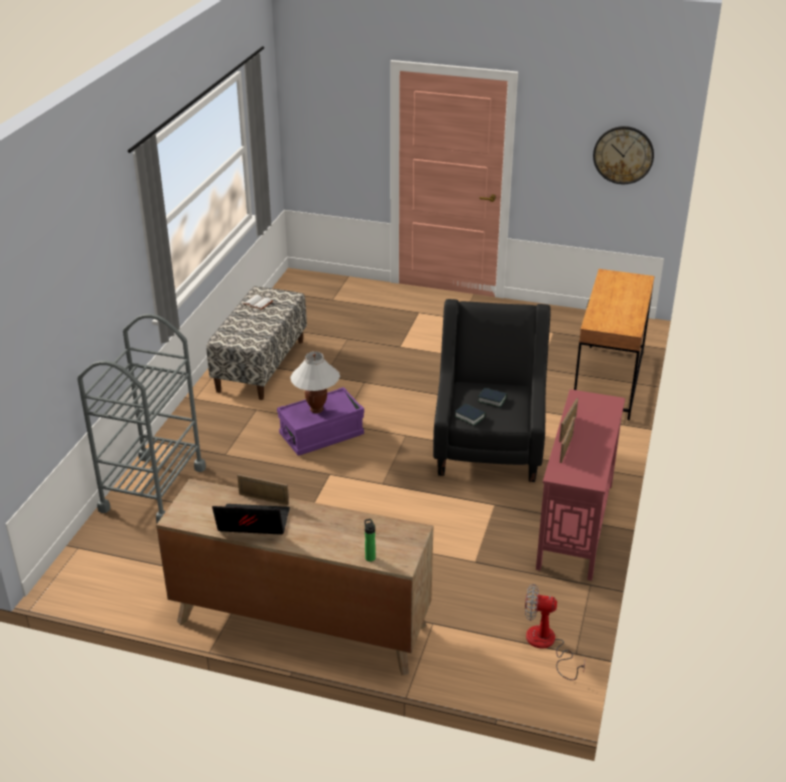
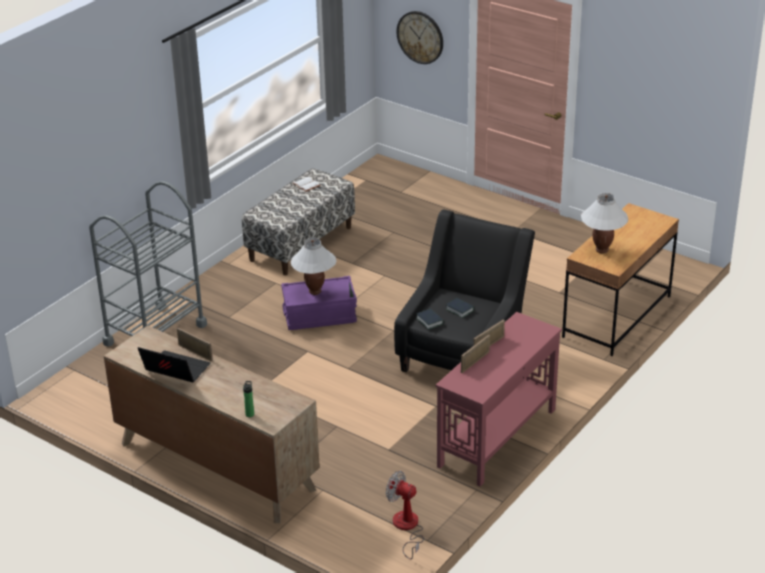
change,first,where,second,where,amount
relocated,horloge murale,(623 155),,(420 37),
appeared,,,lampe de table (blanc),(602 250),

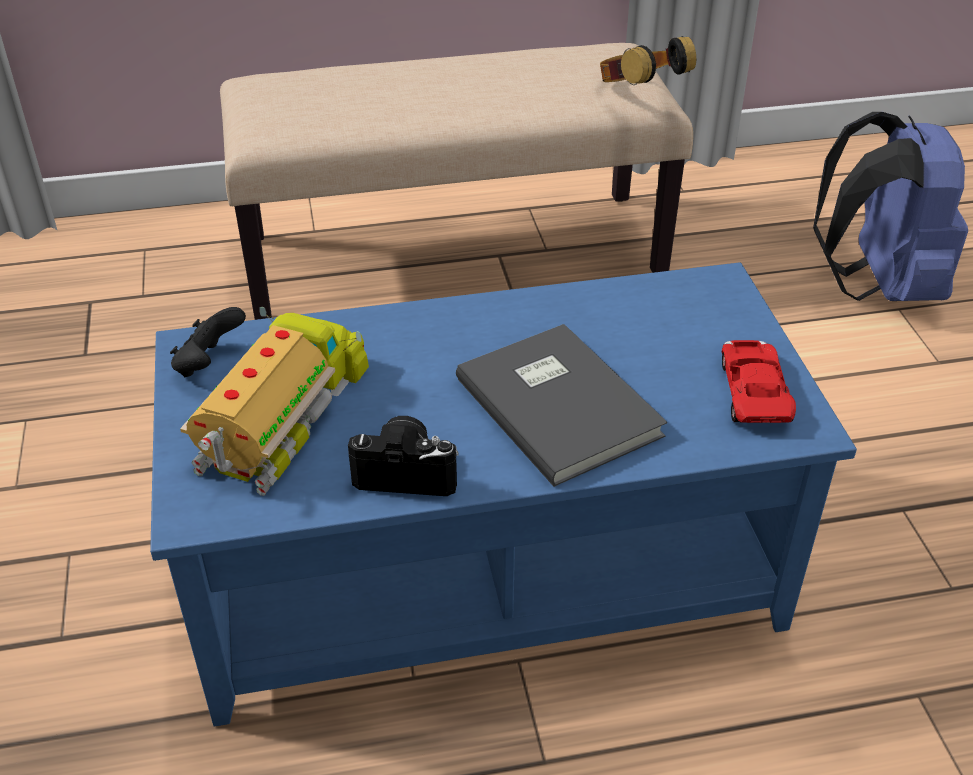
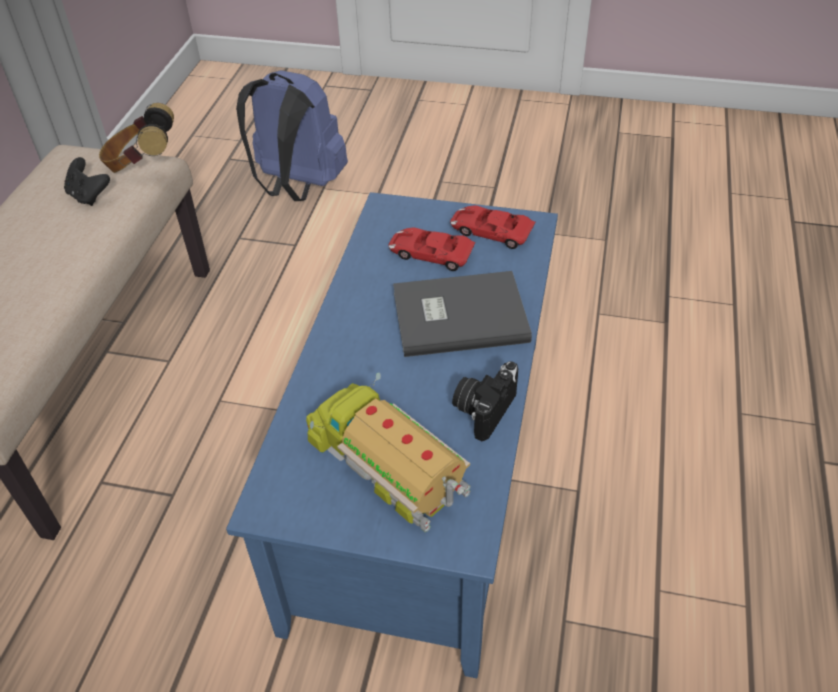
change,first,where,second,where,amount
relocated,manette (noir),(209 364),,(89 196),
appeared,,,petite voiture (rouge),(430 253),

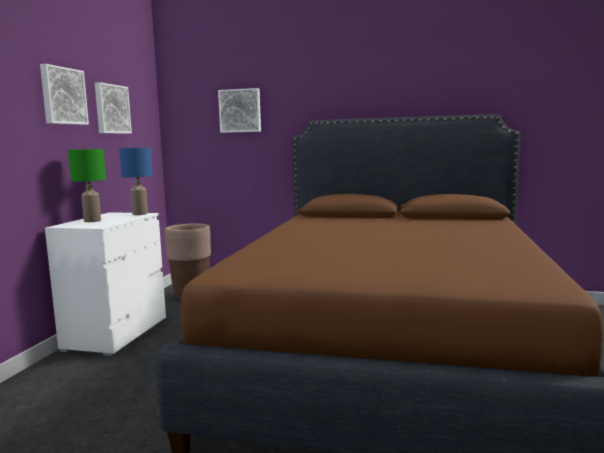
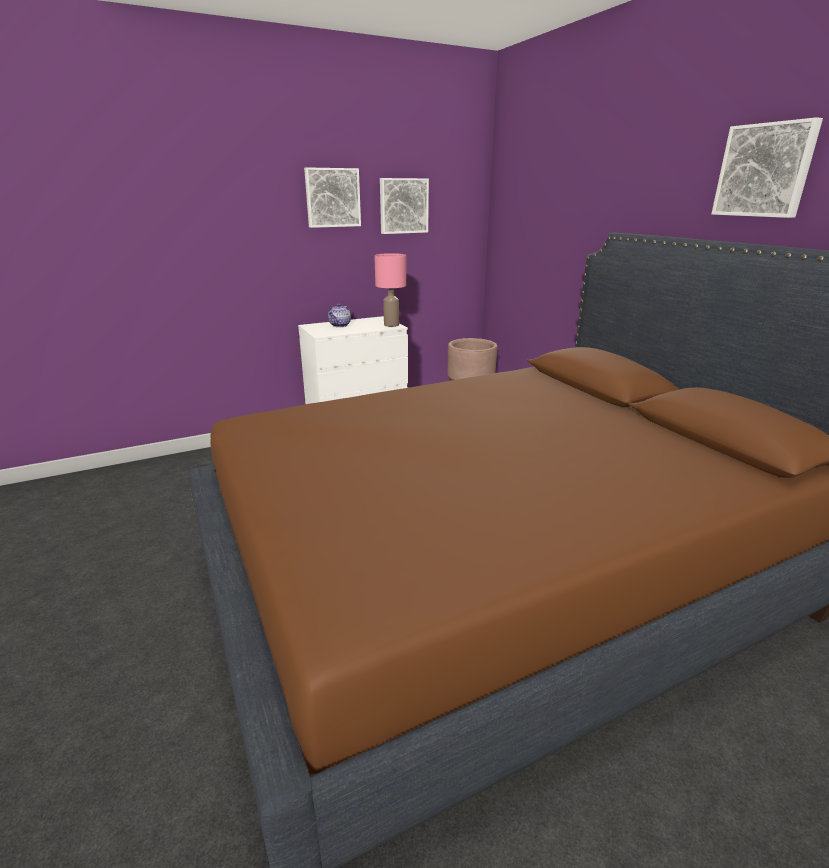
change,first,where,second,where,amount
exchanged,lampe de table (vert),(93 221),théière,(340 325),
colour,lampe de table (bleu),(140 214),lampe de table (rose),(391 325),
relocated,tableau,(240 110),,(765 170),

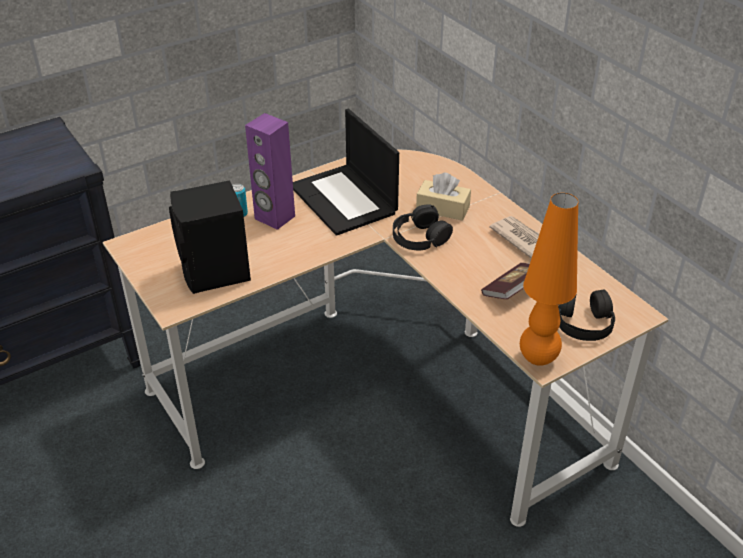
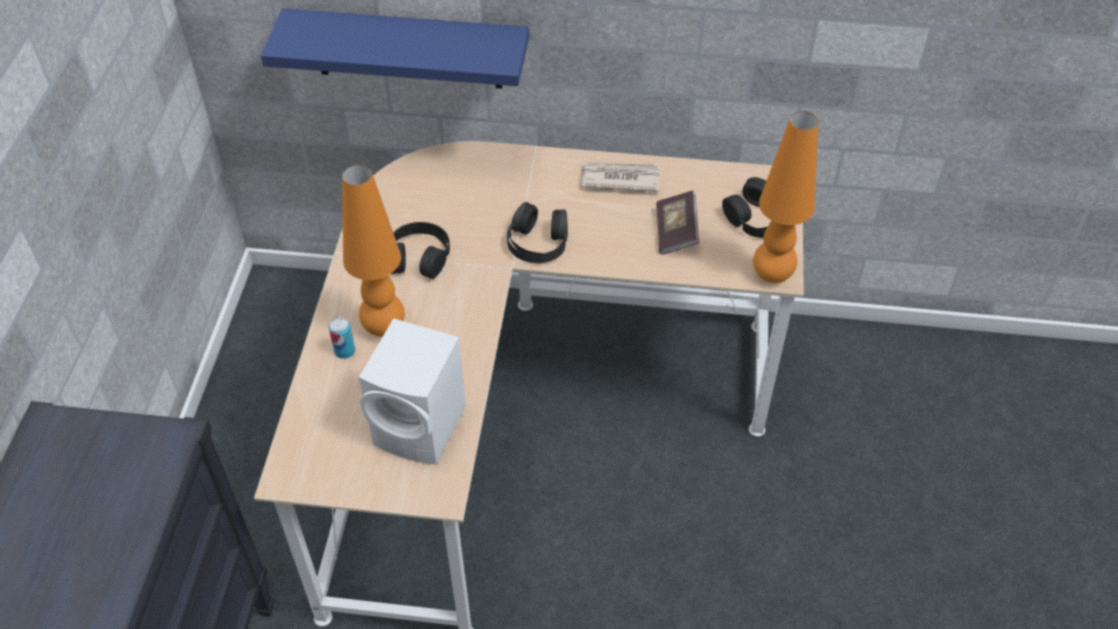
change,first,where,second,where,amount
appeared,,,étagère (bleu),(408 49),
exchanged,enceinte (violet),(274 218),lampe de table (orange),(384 328),
colour,enceinte (noir),(215 273),enceinte (blanc),(422 427),
exchanged,ordinateur portable,(345 200),casque audio (noir),(419 257),
missing,boîte à mouchoirs (beige),(442 208),,,

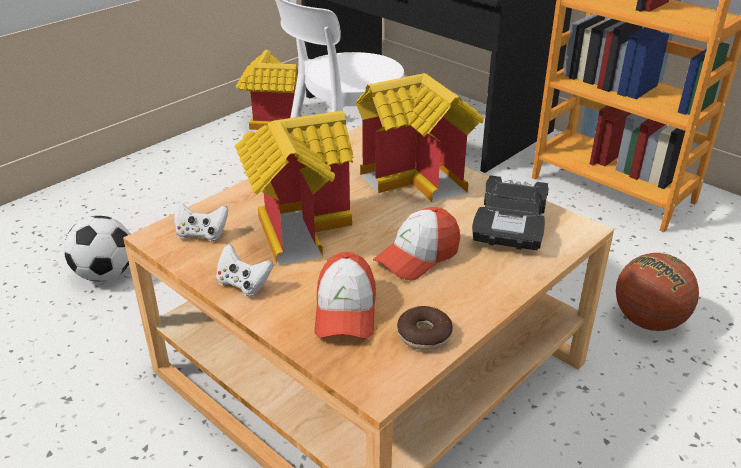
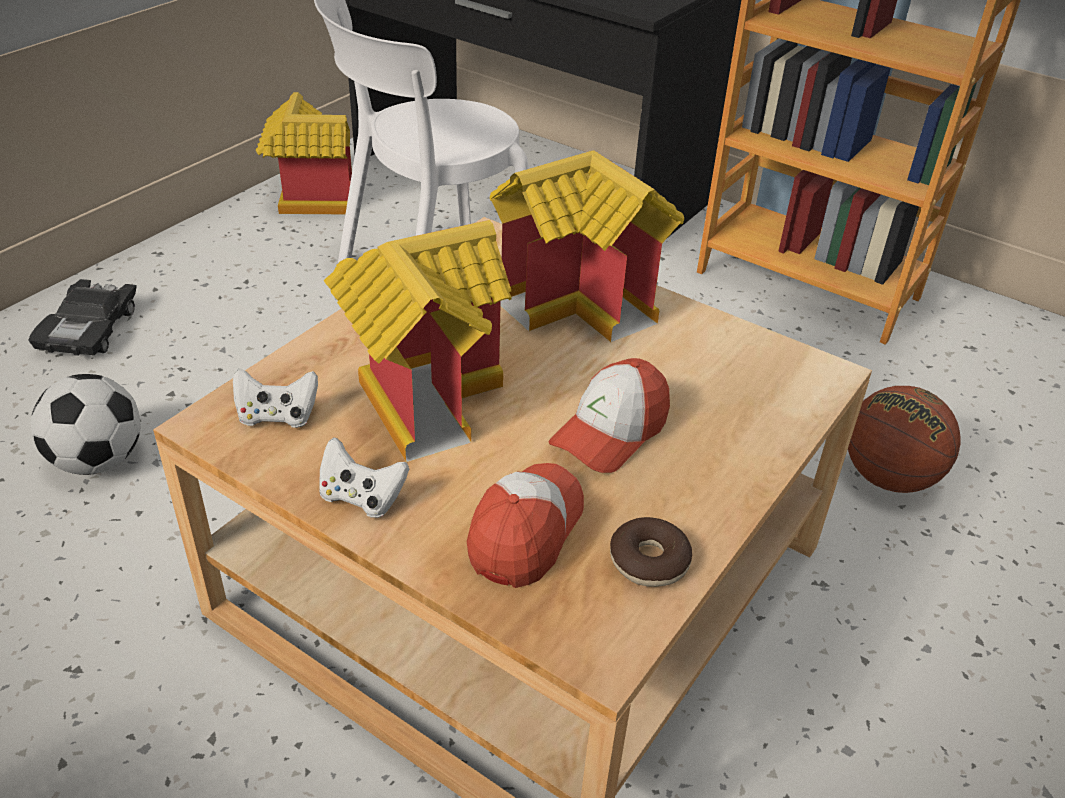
change,first,where,second,where,amount
relocated,petite voiture (noir),(510 225),,(90 329),
spun,casquette,(345 311),,(525 531),150 degrees counterclockwise

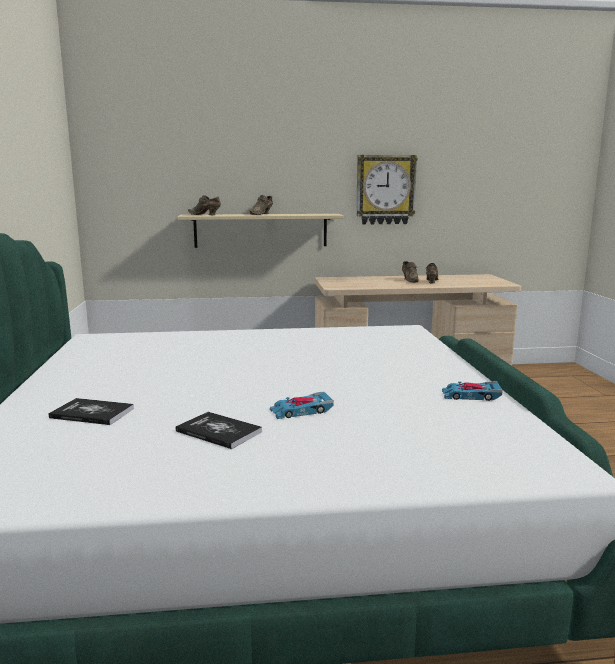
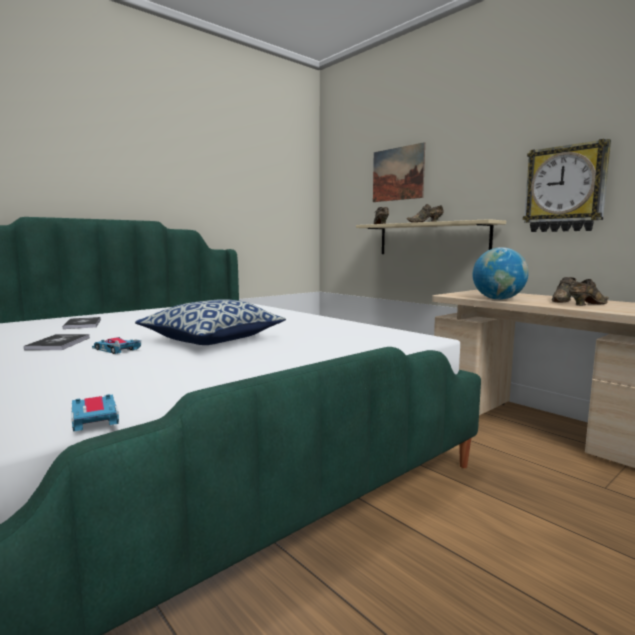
change,first,where,second,where,amount
relocated,petite voiture,(470 395),,(94 418),
appeared,,,coussin,(212 340),
appeared,,,tableau,(398 174),
appeared,,,globe,(498 299),

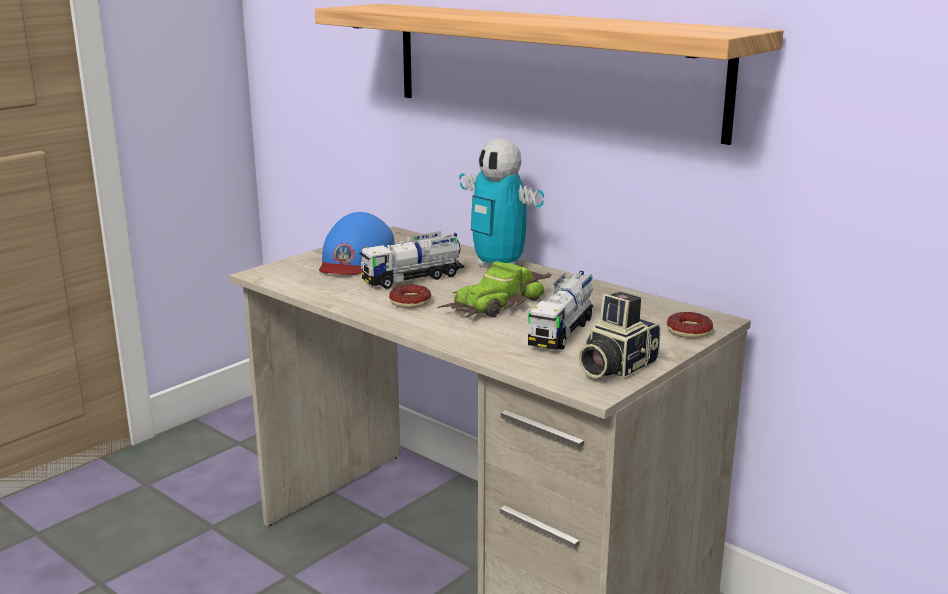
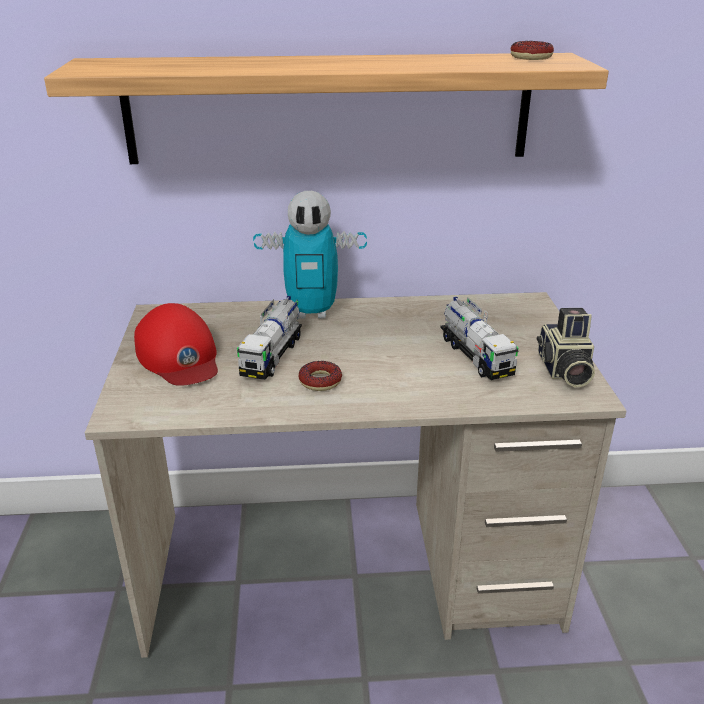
change,first,where,second,where,amount
colour,casquette (bleu),(355 259),casquette (rouge),(179 356),
relocated,beignet,(689 331),,(531 57),
missing,petite voiture,(496 304),,,

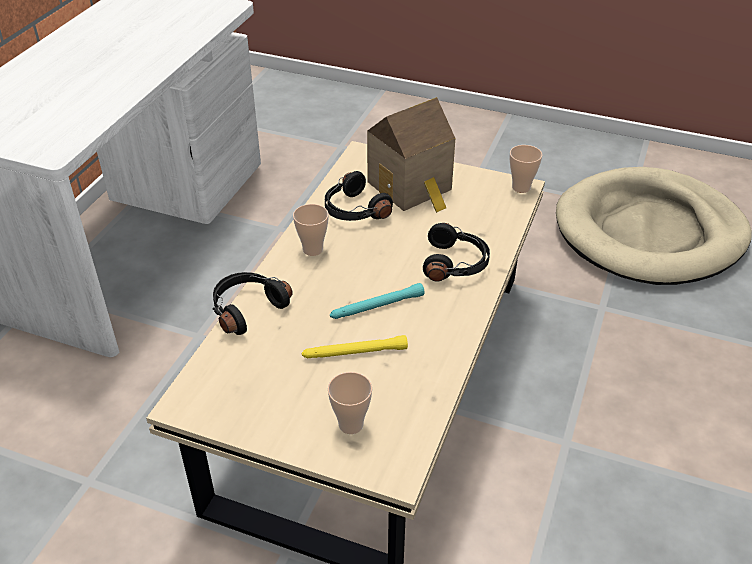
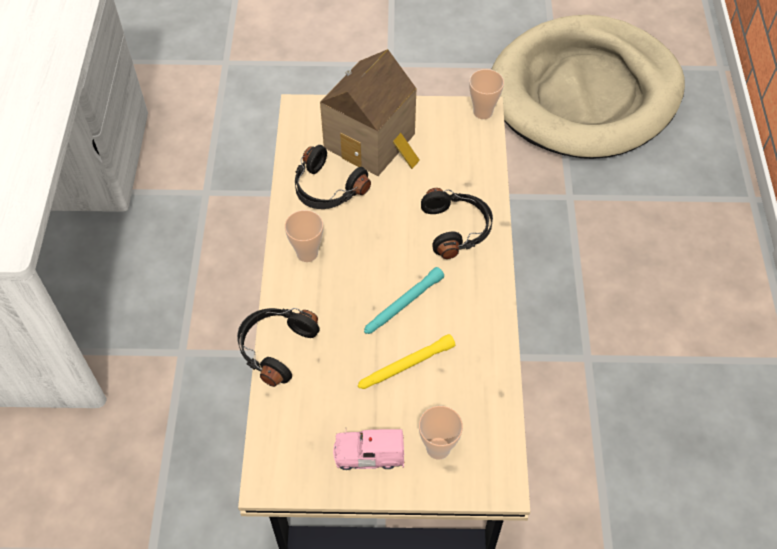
change,first,where,second,where,amount
appeared,,,petite voiture (rose),(368 454),

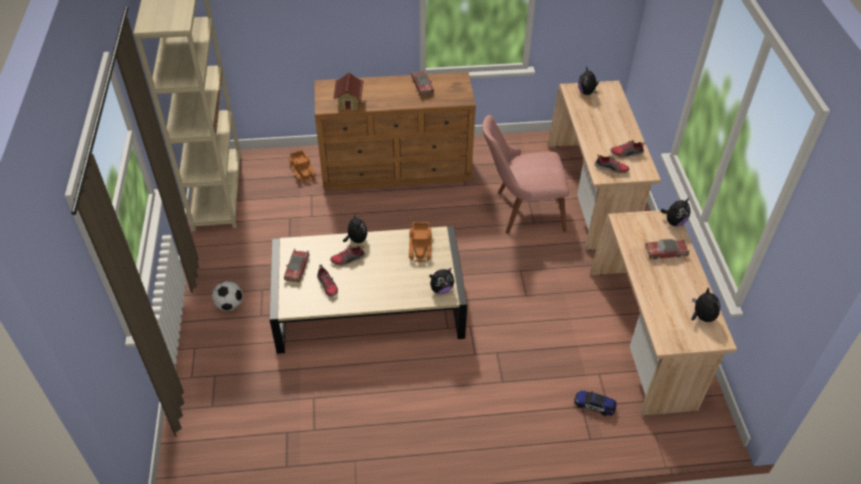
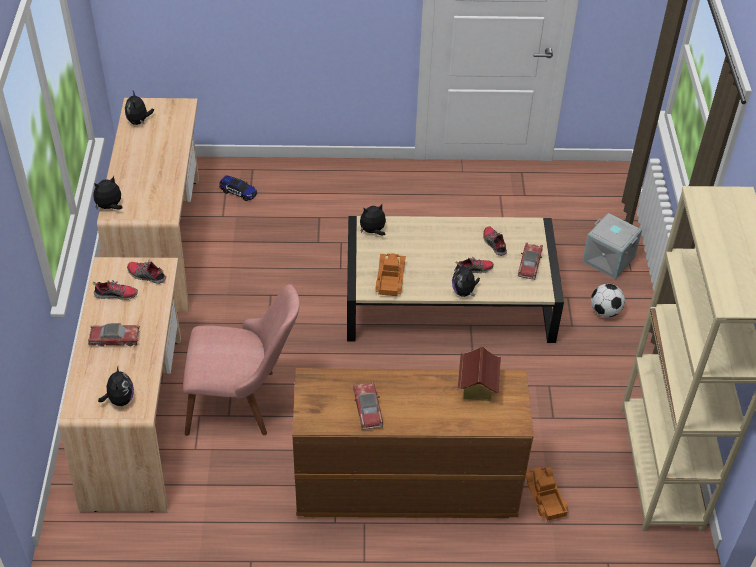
change,first,where,second,where,amount
relocated,petite voiture,(665 252),,(115 339),
appeared,,,boîte de rangement (gris),(607 259),

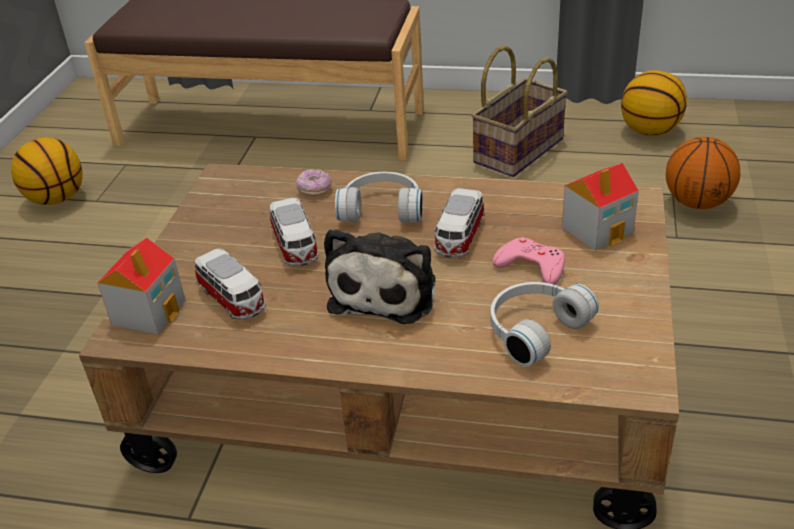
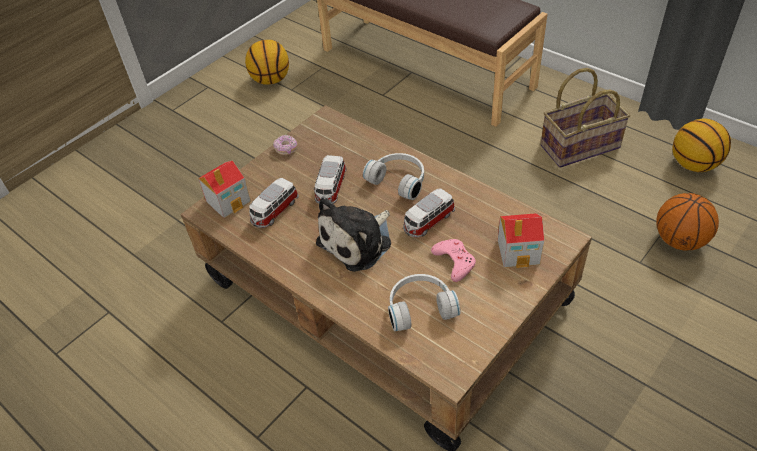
change,first,where,second,where,amount
spun,petite voiture,(233 299),,(274 211),45 degrees clockwise
relocated,beignet,(314 190),,(286 149),

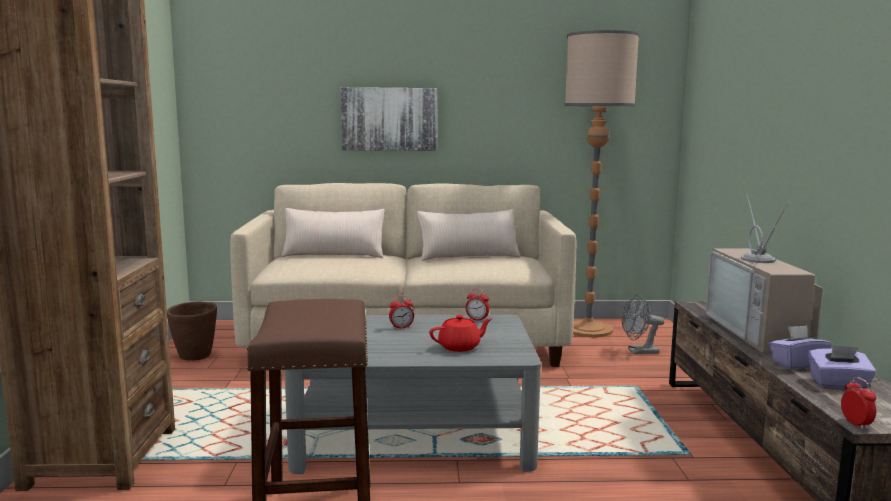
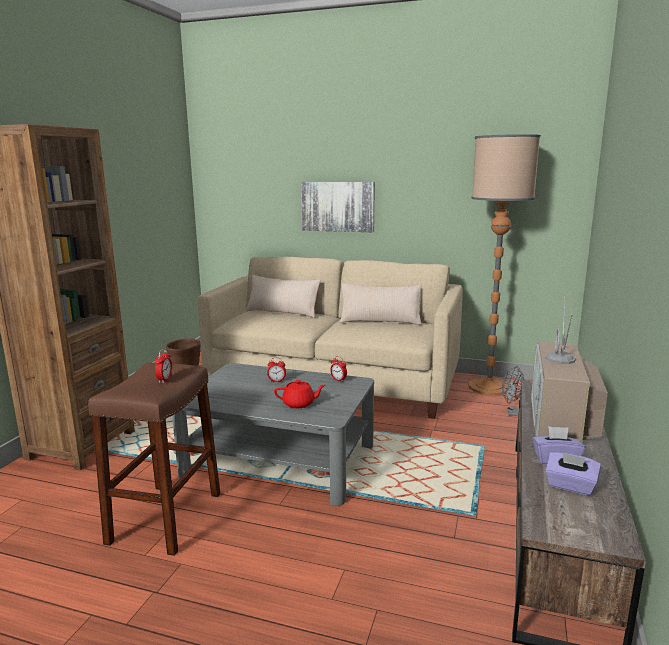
change,first,where,second,where,amount
relocated,réveil,(855 424),,(164 380),

